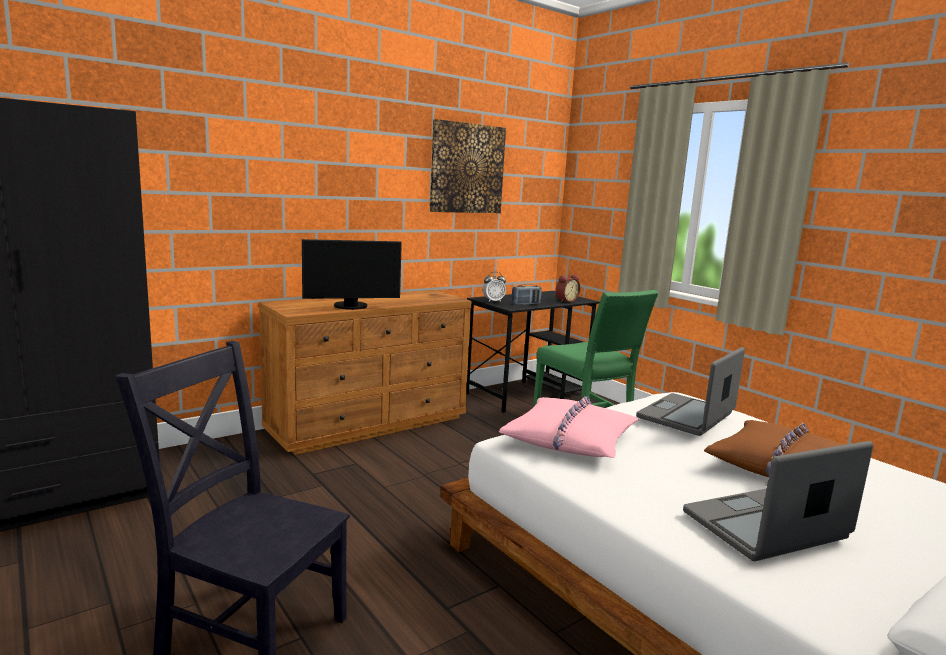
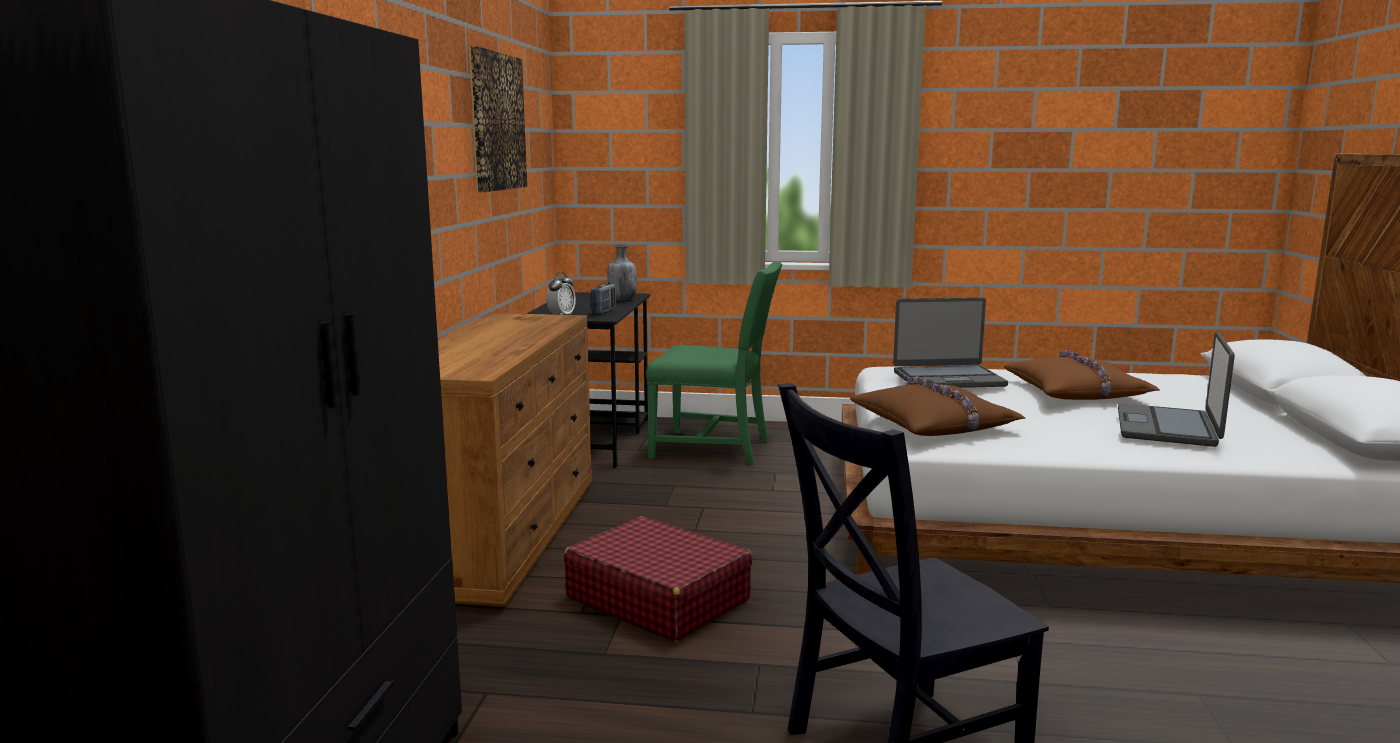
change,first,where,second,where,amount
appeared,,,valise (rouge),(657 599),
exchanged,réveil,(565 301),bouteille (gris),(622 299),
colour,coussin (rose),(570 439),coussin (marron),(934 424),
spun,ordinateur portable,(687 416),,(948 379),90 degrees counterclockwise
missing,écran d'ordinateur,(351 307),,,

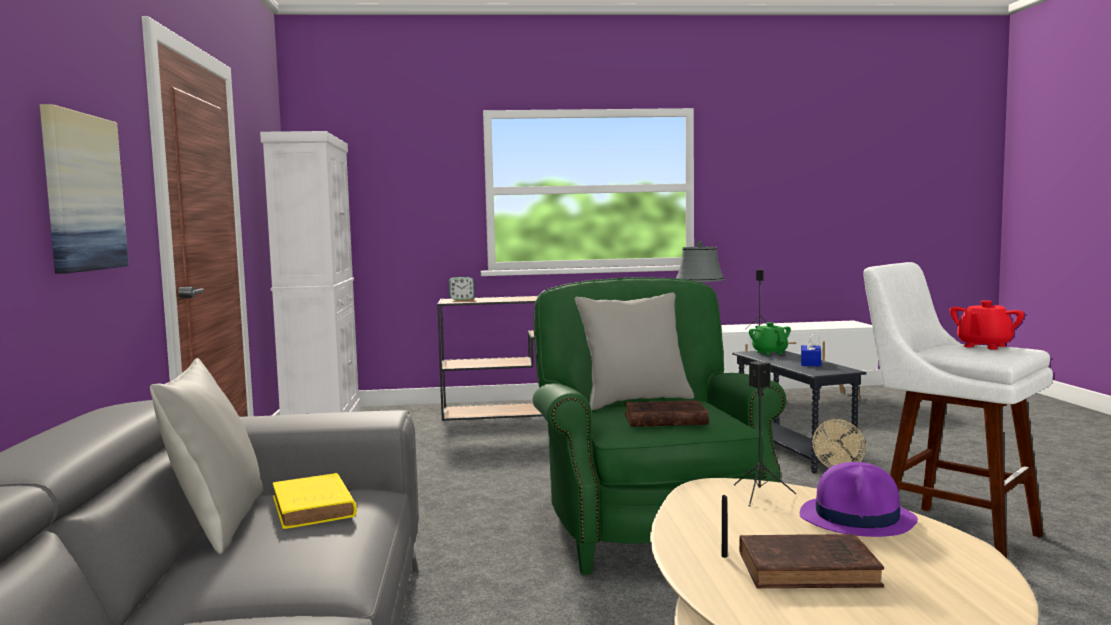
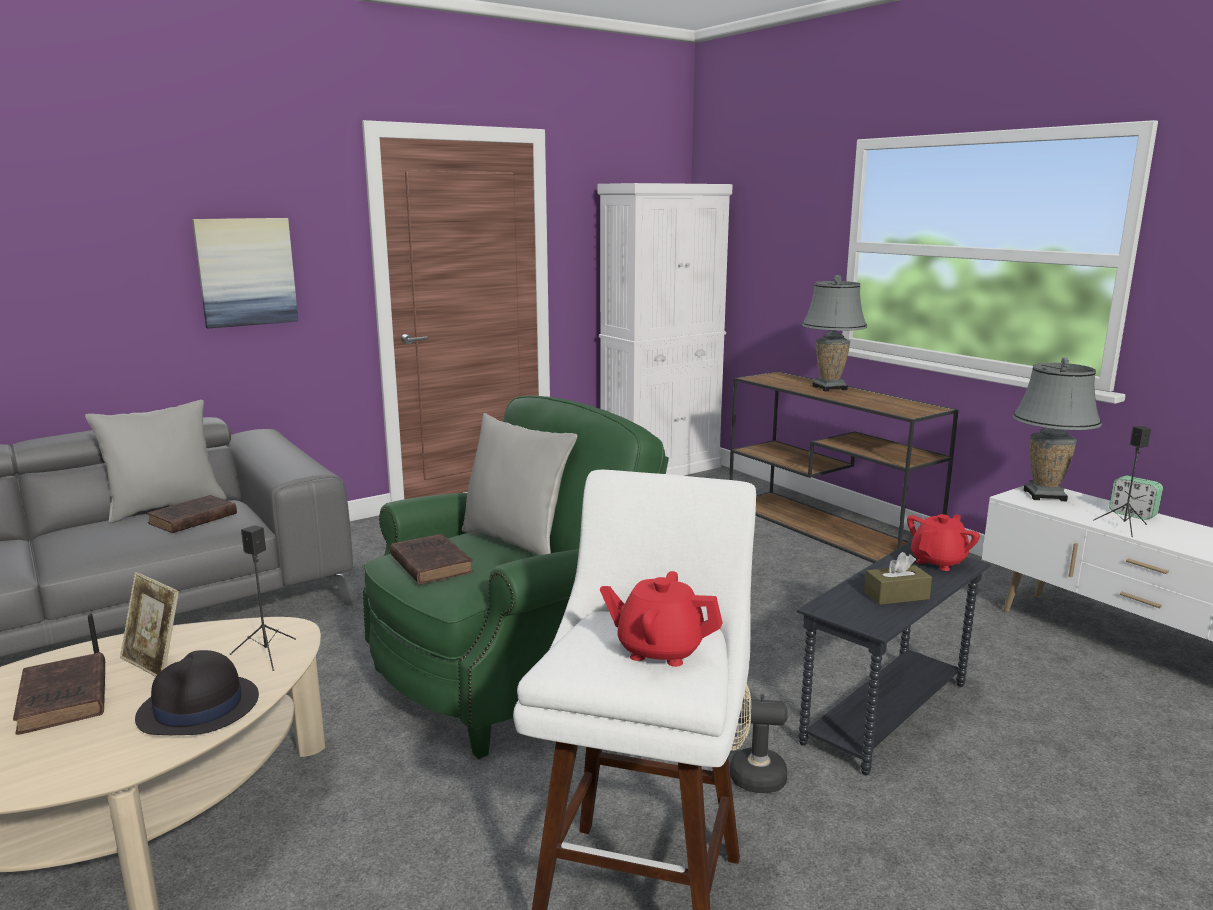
change,first,where,second,where,amount
appeared,,,cadre photo,(155 663),
colour,chapeau (violet),(858 518),chapeau (noir),(199 708),
colour,livre (jaune),(313 508),livre (marron),(191 519),
appeared,,,lampe de table (gris),(829 388),
colour,boîte à mouchoirs (bleu),(810 363),boîte à mouchoirs (marron),(896 596),
colour,théière (vert),(769 353),théière (rouge),(938 561),
relocated,réveil,(461 299),,(1132 514),

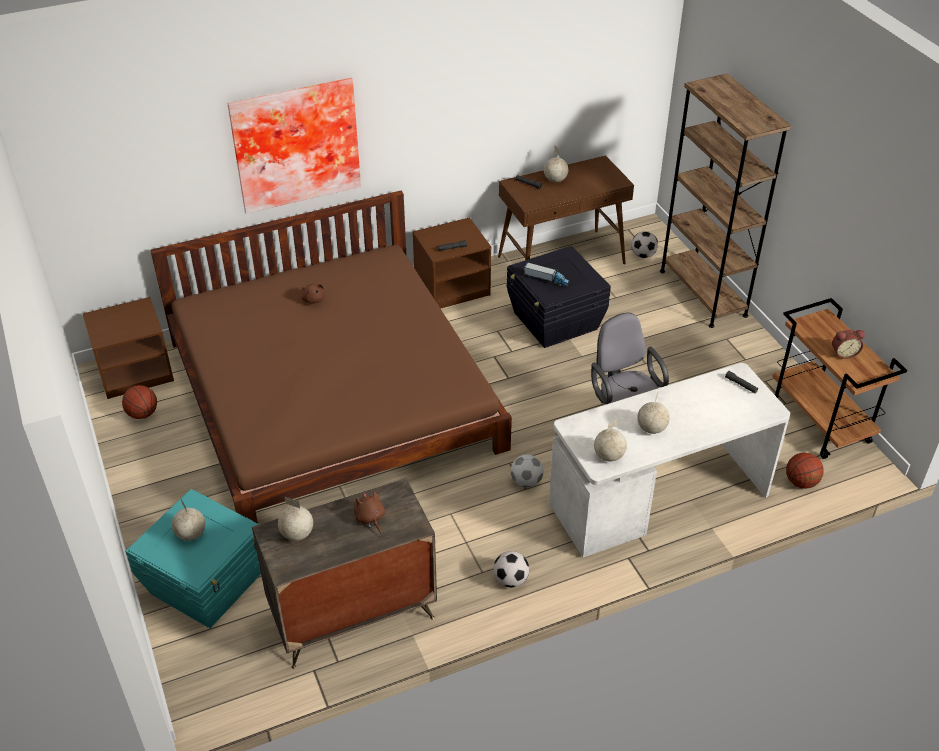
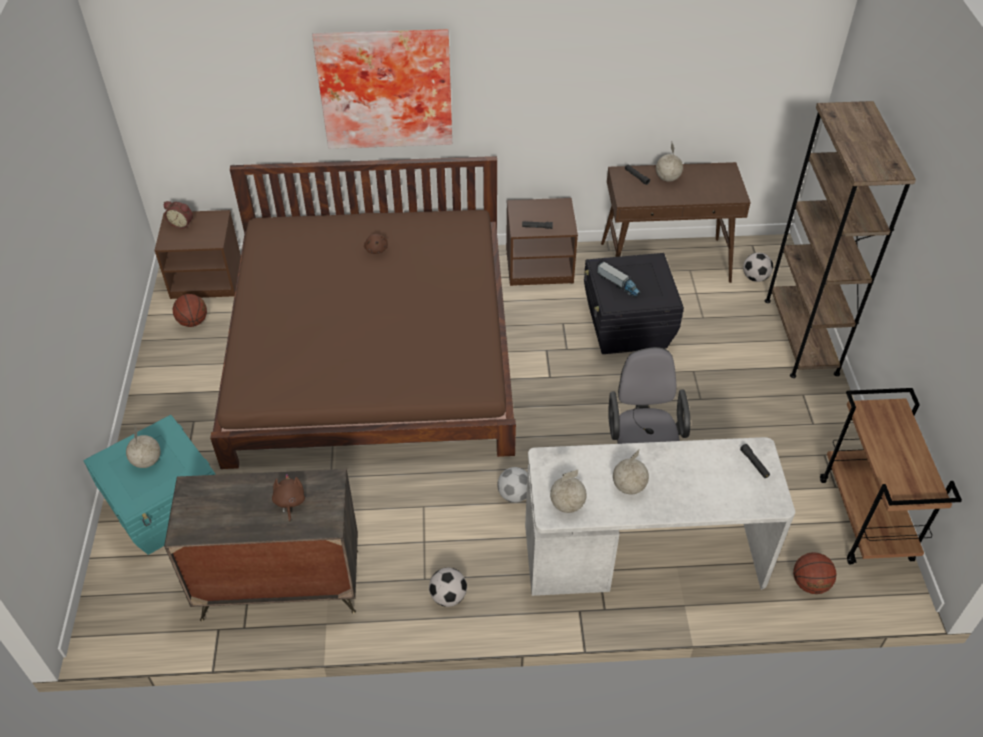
change,first,where,second,where,amount
relocated,réveil,(843 353),,(182 224),
missing,globe,(297 534),,,

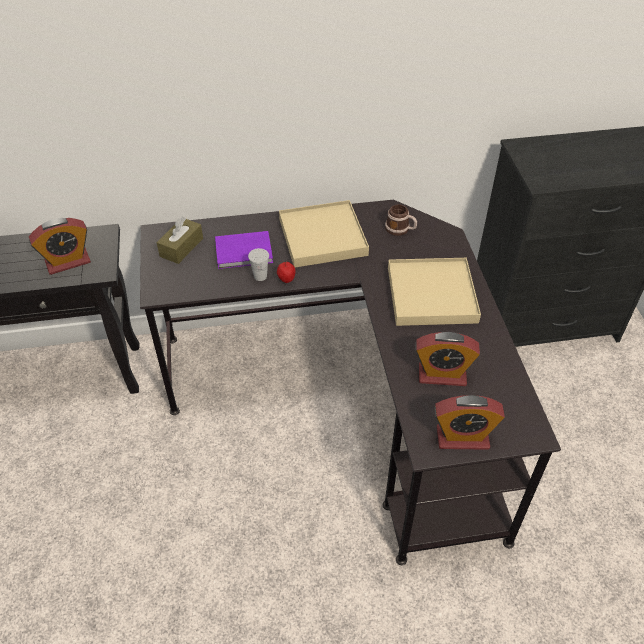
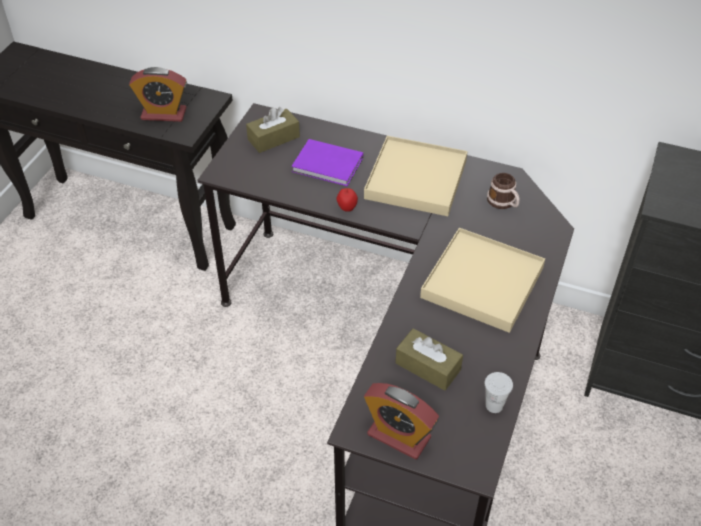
change,first,where,second,where,amount
exchanged,réveil,(442 375),boîte à mouchoirs (marron),(428 366),
relocated,tasse (blanc),(260 276),,(494 405),

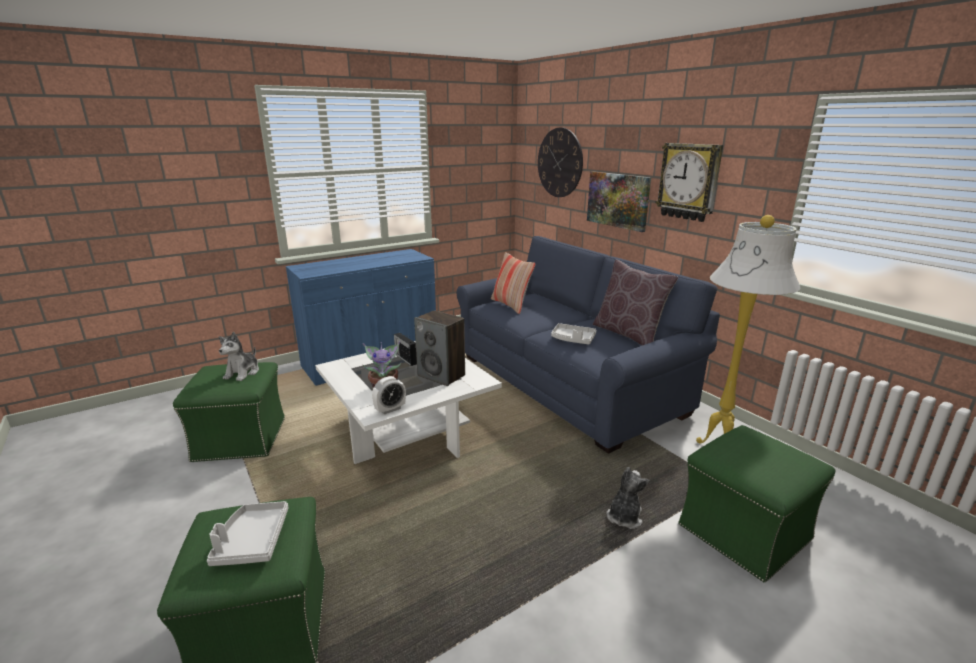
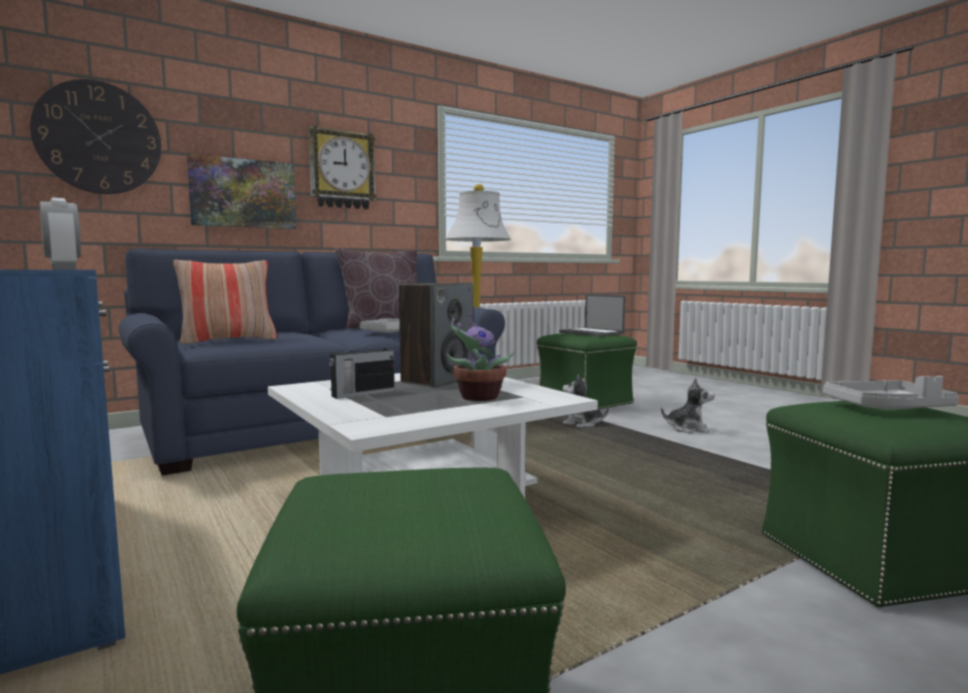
change,first,where,second,where,amount
relocated,réveil,(390 409),,(63 269),
appeared,,,ordinateur portable,(592 333),
relocated,peluche,(243 373),,(688 429),

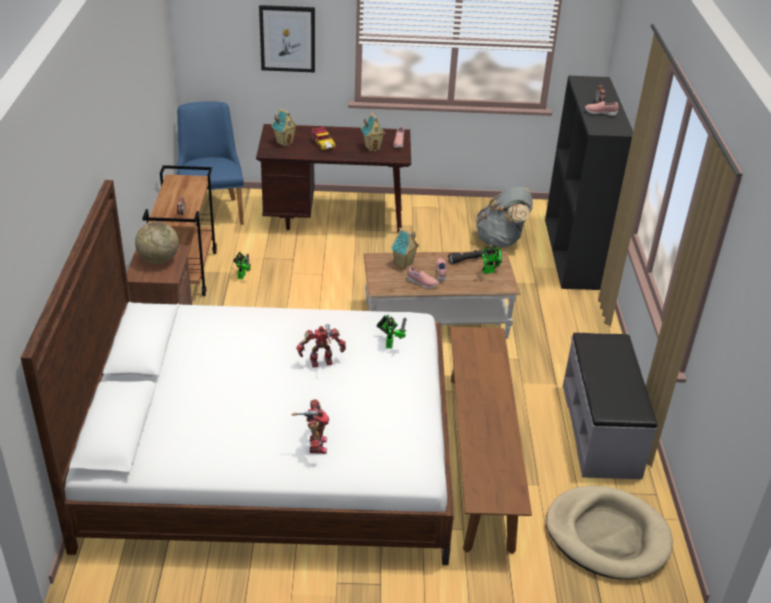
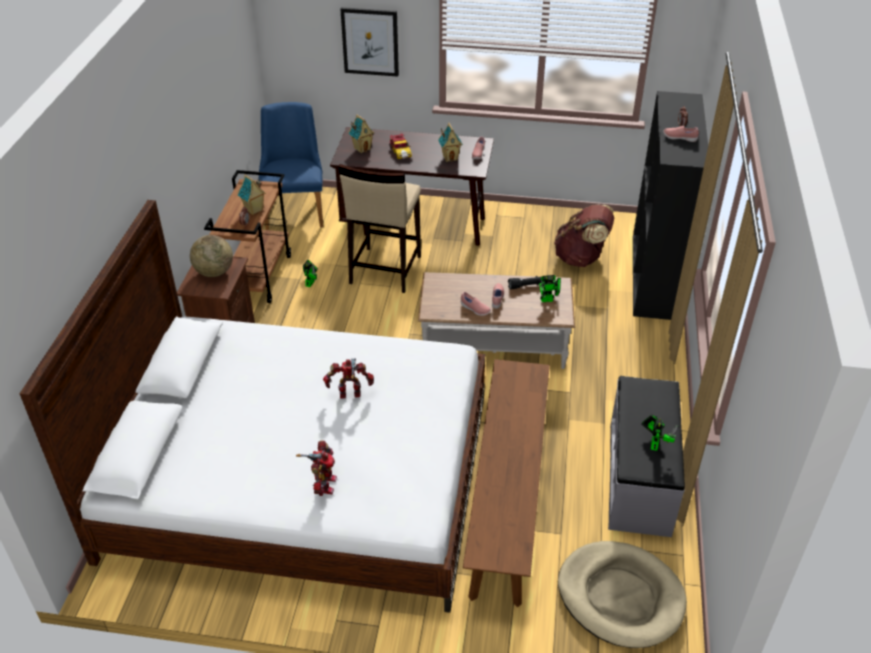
change,first,where,second,where,amount
relocated,maison miniature,(404 264),,(254 210),
appeared,,,tabouret (beige),(384 270),
colour,sac à dos (gris),(501 241),sac à dos (marron),(581 258),
relocated,robot jouet,(389 342),,(654 443),

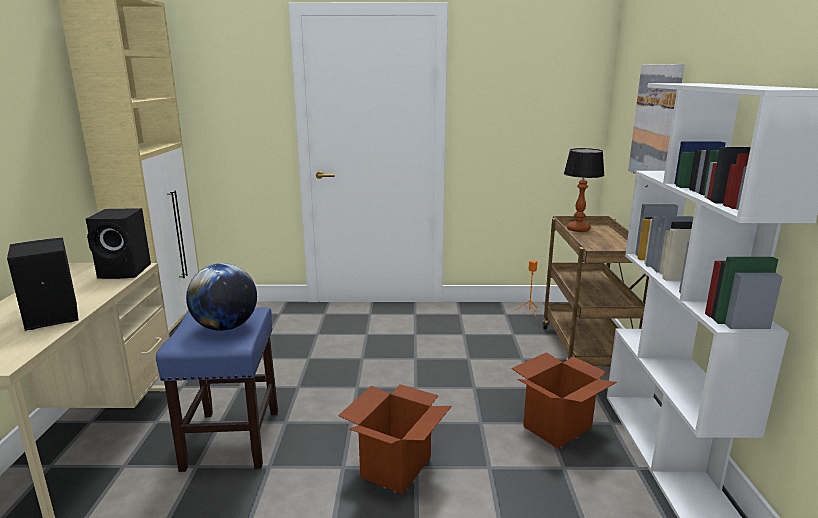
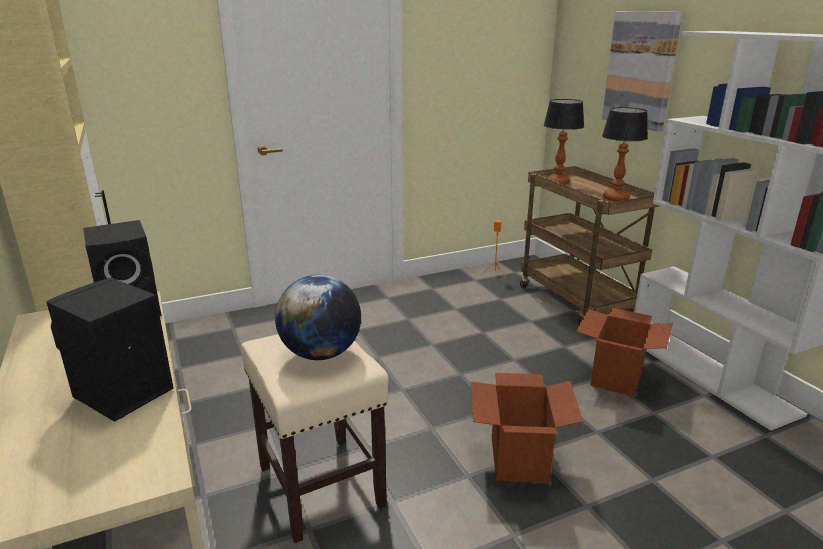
change,first,where,second,where,amount
colour,tabouret (bleu),(232 440),tabouret (beige),(322 486),
appeared,,,lampe de table,(615 198),

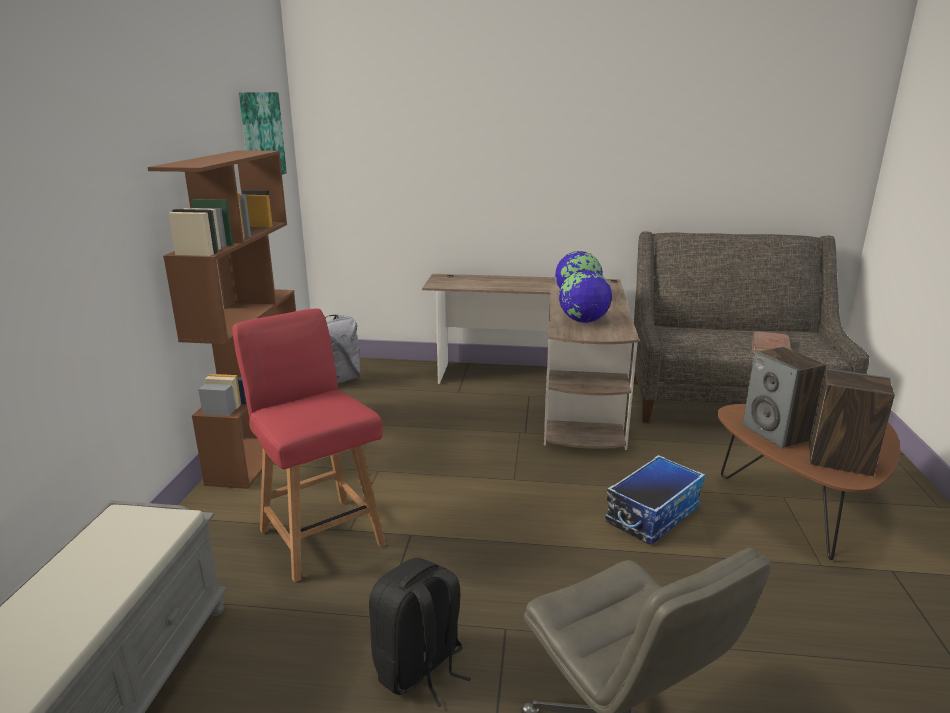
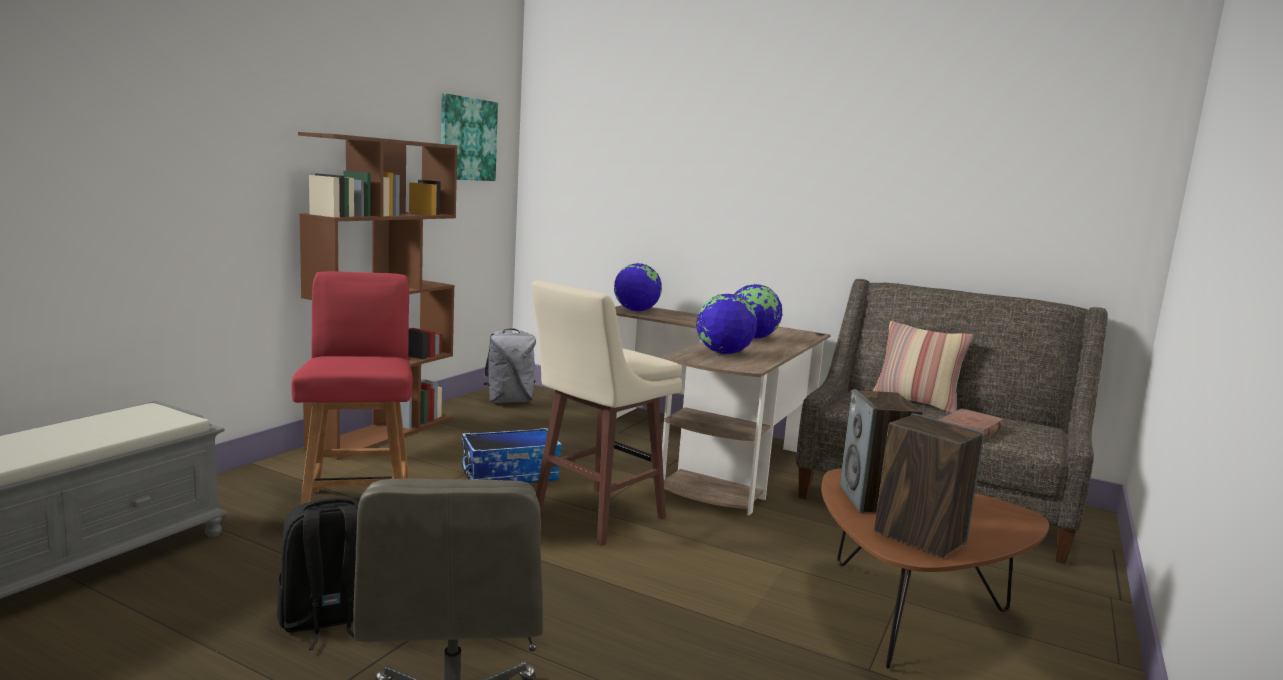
change,first,where,second,where,amount
relocated,boîte de rangement,(652 514),,(510 475),
appeared,,,tabouret (beige),(595 516),
appeared,,,globe,(636 311),
appeared,,,coussin,(916 402),

